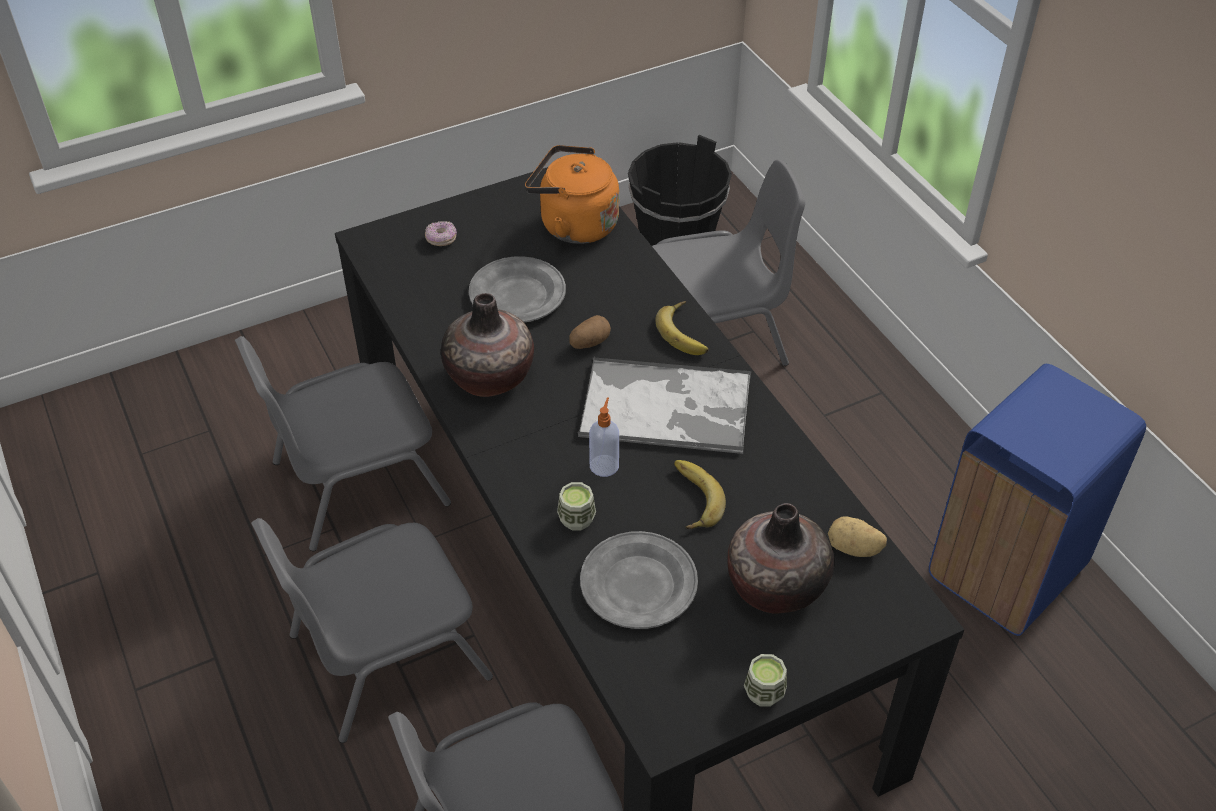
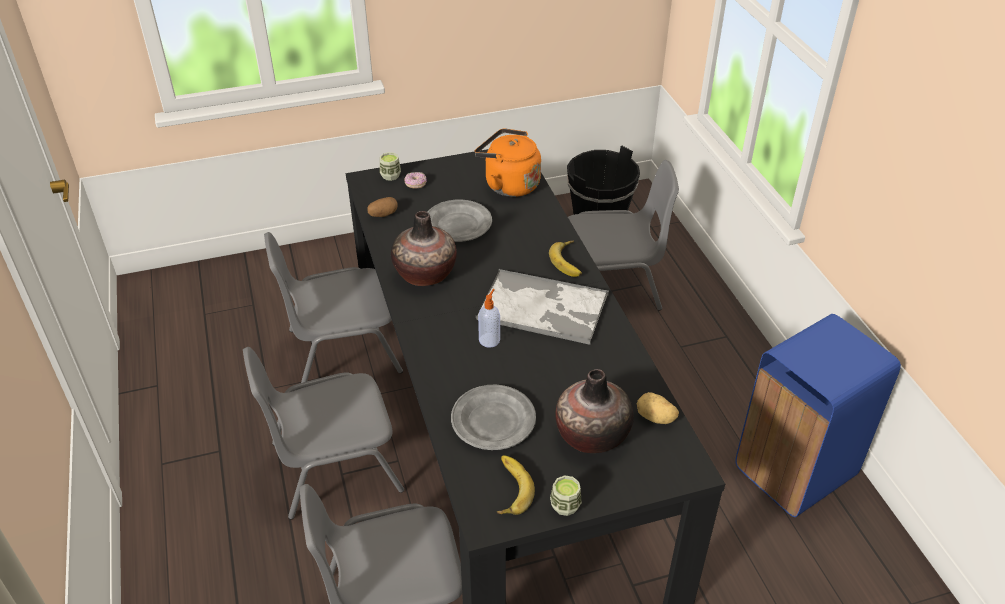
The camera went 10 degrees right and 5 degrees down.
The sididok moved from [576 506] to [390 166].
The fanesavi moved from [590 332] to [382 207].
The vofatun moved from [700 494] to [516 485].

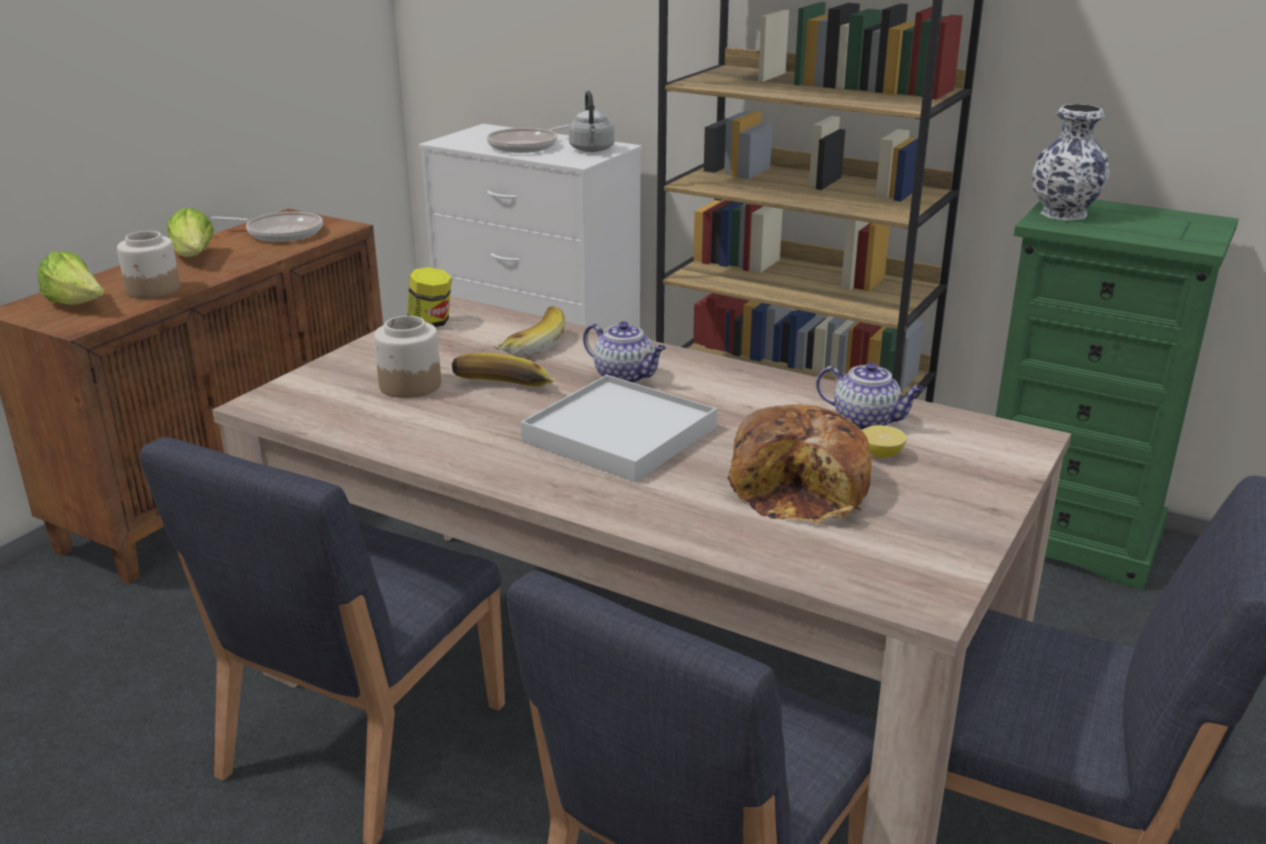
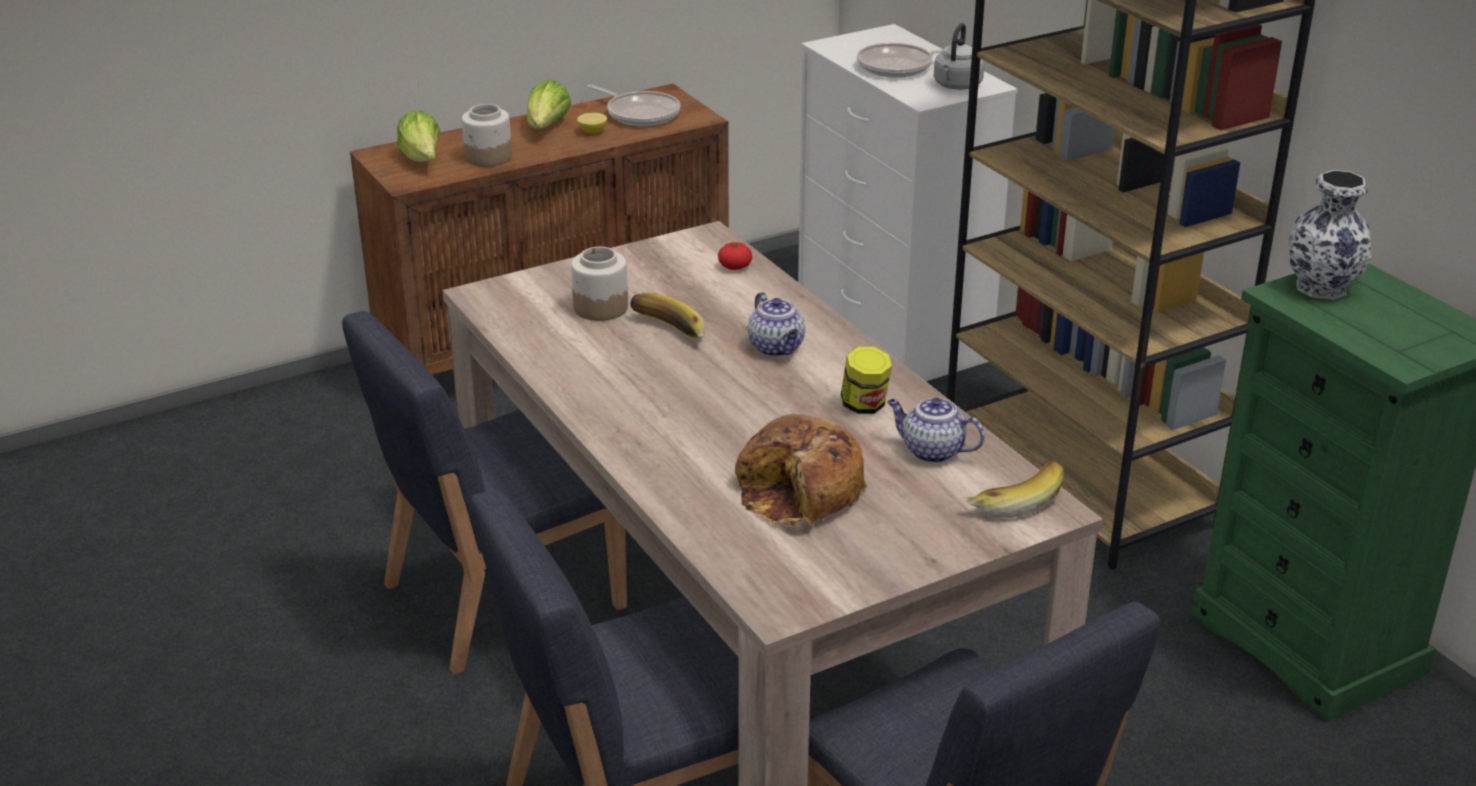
The camera went 30 degrees right and 5 degrees up.
The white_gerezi at [619 428] disappeared.
The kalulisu at [735 256] appeared.
The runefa moved from [429 297] to [866 380].
The vofatun moved from [529 331] to [1013 488].
The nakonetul moved from [884 441] to [592 123].
The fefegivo at [870 396] turned 150 degrees clockwise.

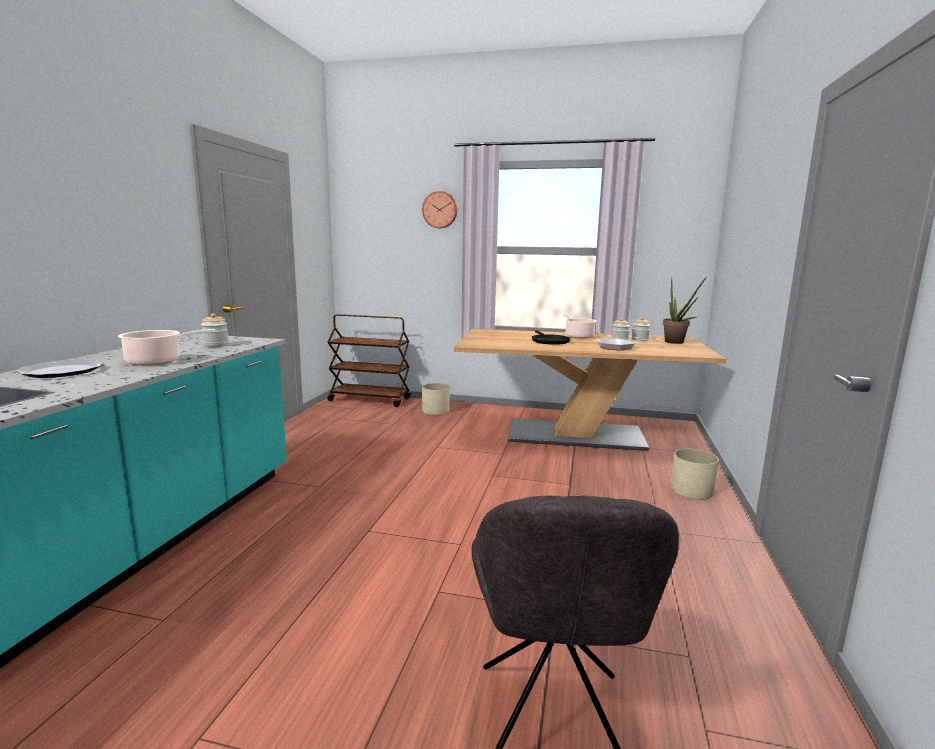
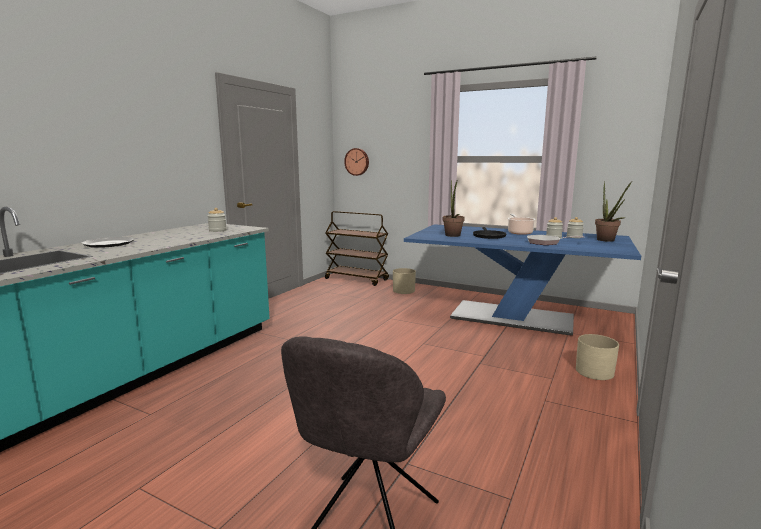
The camera went 15 degrees right and 0 degrees up.
The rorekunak at [166 347] disappeared.
The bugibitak at [454 208] appeared.
The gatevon moved from [439 209] to [356 162].
The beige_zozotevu at [590 390] became the blue_zozotevu at [522 279].

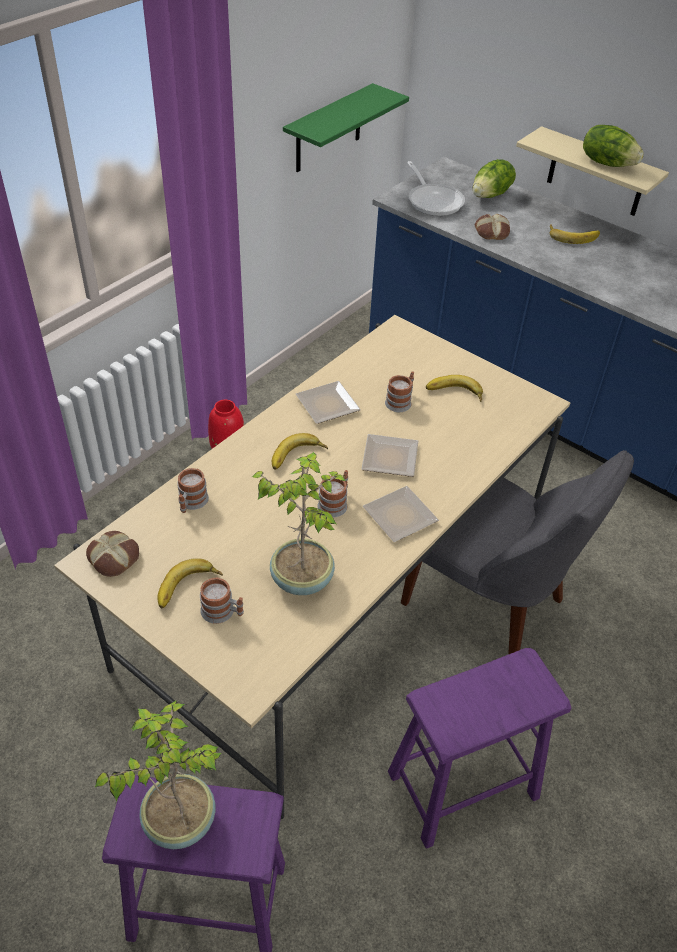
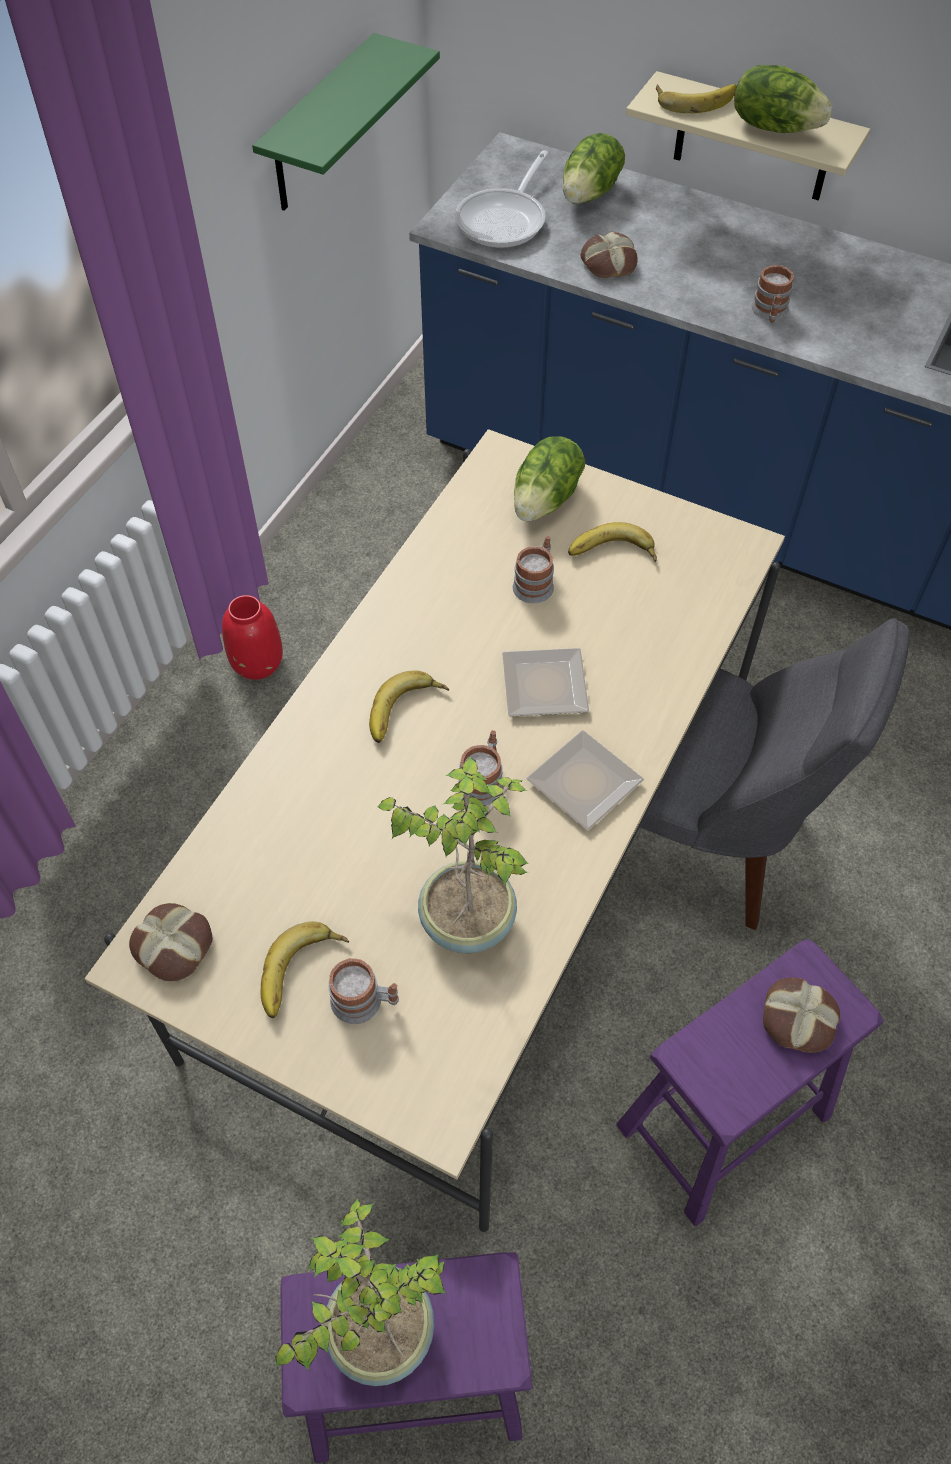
The camera went 10 degrees left and 10 degrees up.
The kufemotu at [328 402] disappeared.
The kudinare at [549 478] appeared.
The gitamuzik at [801 1015] appeared.
The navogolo moved from [193 490] to [772 294].
The vofatun moved from [575 234] to [696 99].
The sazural at [436 188] turned 60 degrees clockwise.

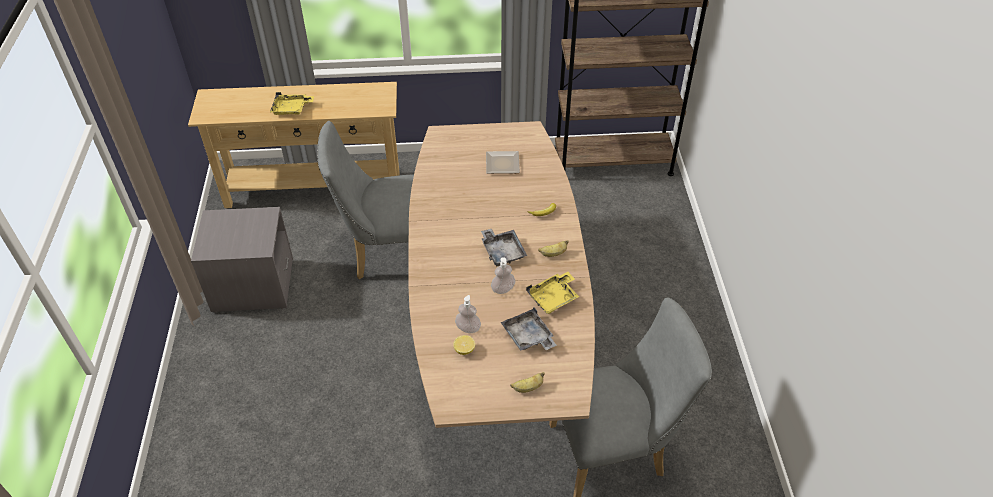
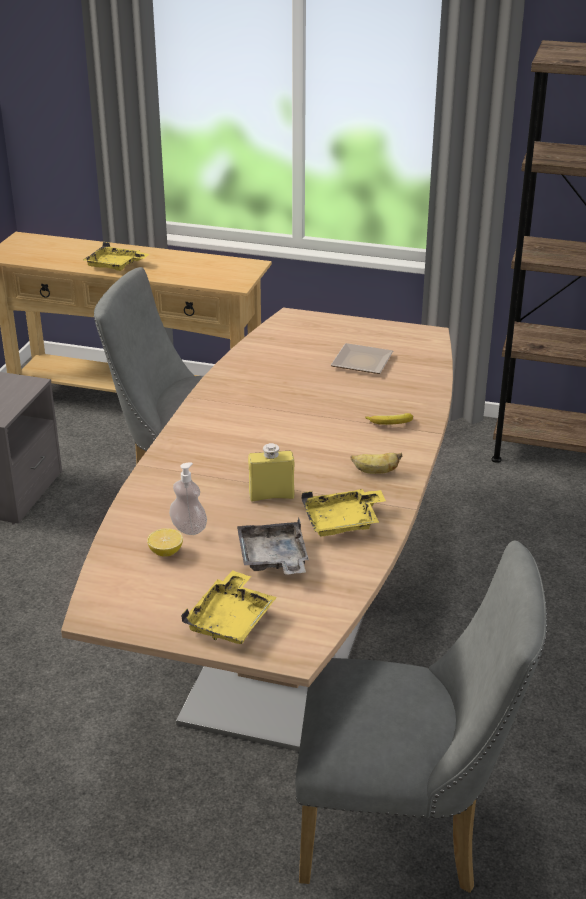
The camera went 20 degrees right and 15 degrees down.
The grey_gerezi at [504 247] disappeared.
The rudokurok at [503 275] was replaced by the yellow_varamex at [271 472].
The vofatun at [527 382] was replaced by the yellow_gerezi at [229 607].

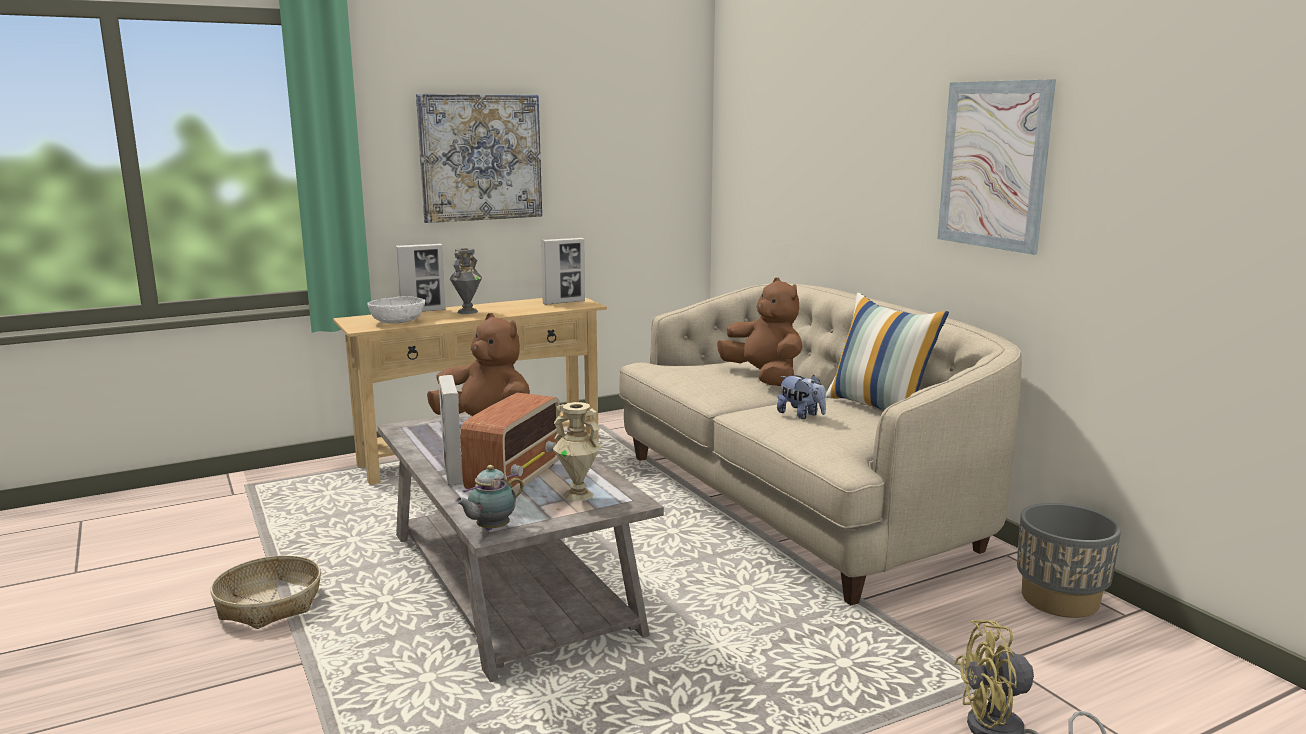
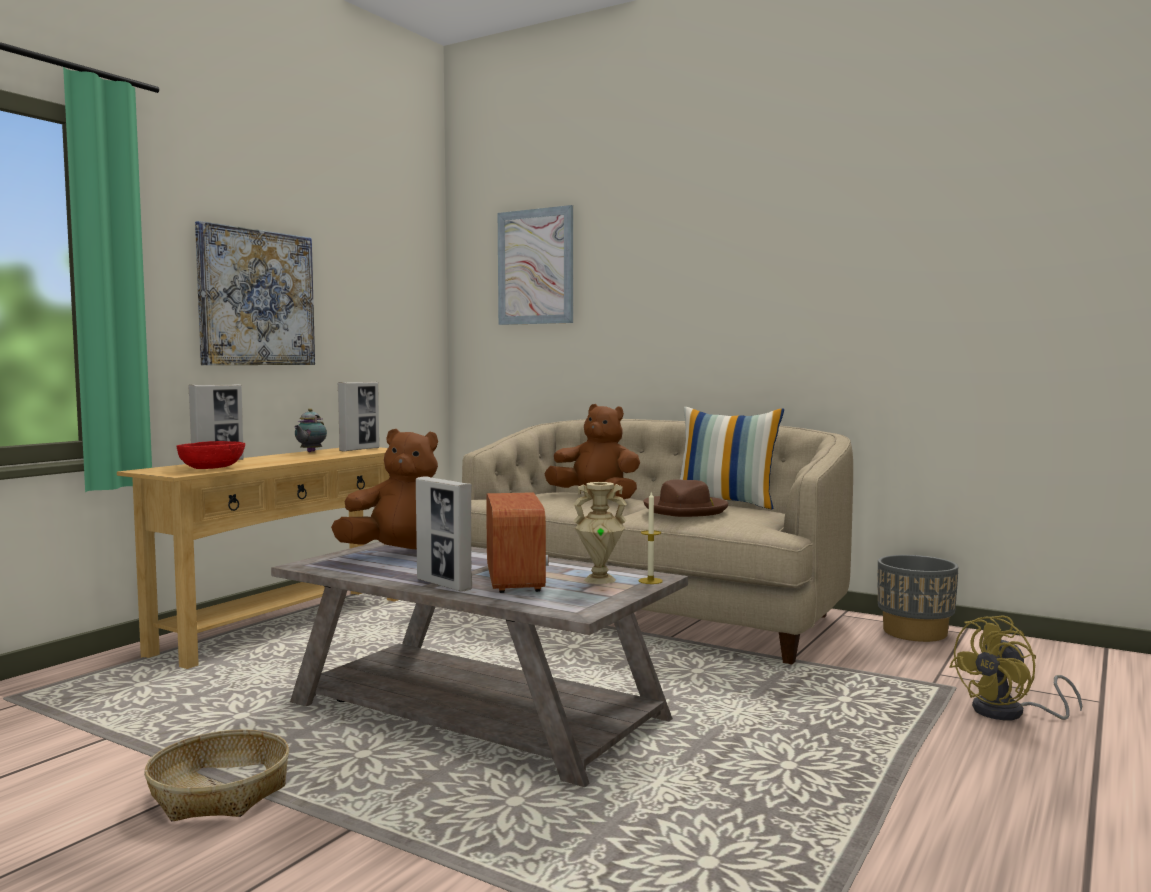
The camera went 30 degrees left and 10 degrees down.
The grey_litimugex at [466 281] disappeared.
The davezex at [651 537] appeared.
The fefegivo moved from [489 497] to [310 430].
The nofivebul moved from [996 167] to [535 265].
The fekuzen at [801 397] was replaced by the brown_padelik at [686 498].
The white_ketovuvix at [396 310] became the red_ketovuvix at [210 455].

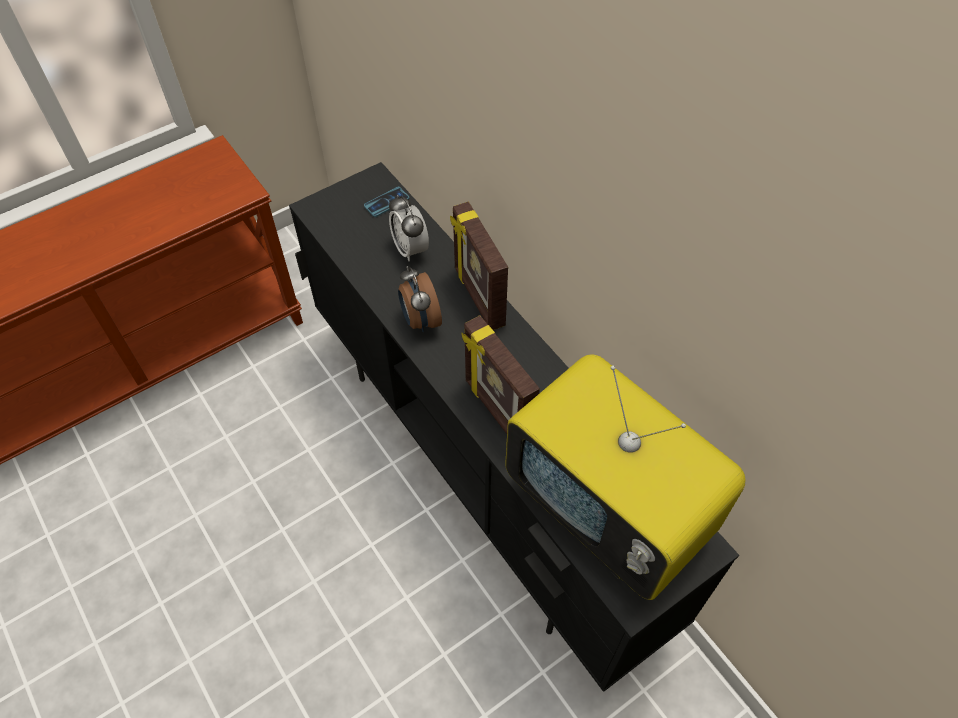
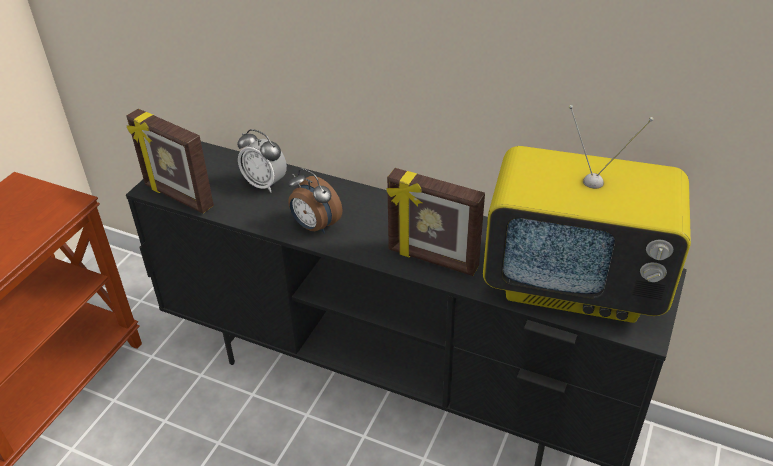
The camera went 30 degrees left and 15 degrees down.
The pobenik at [387 202] disappeared.
The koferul moved from [479 265] to [170 161].

